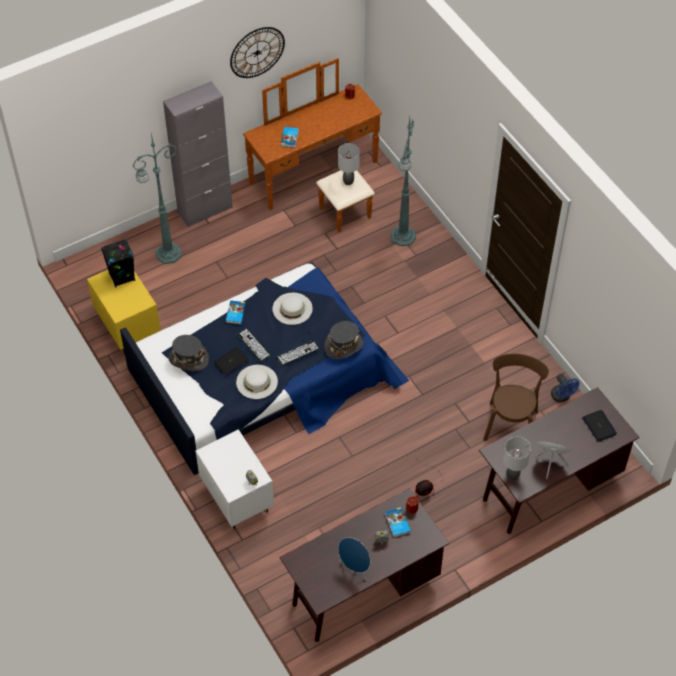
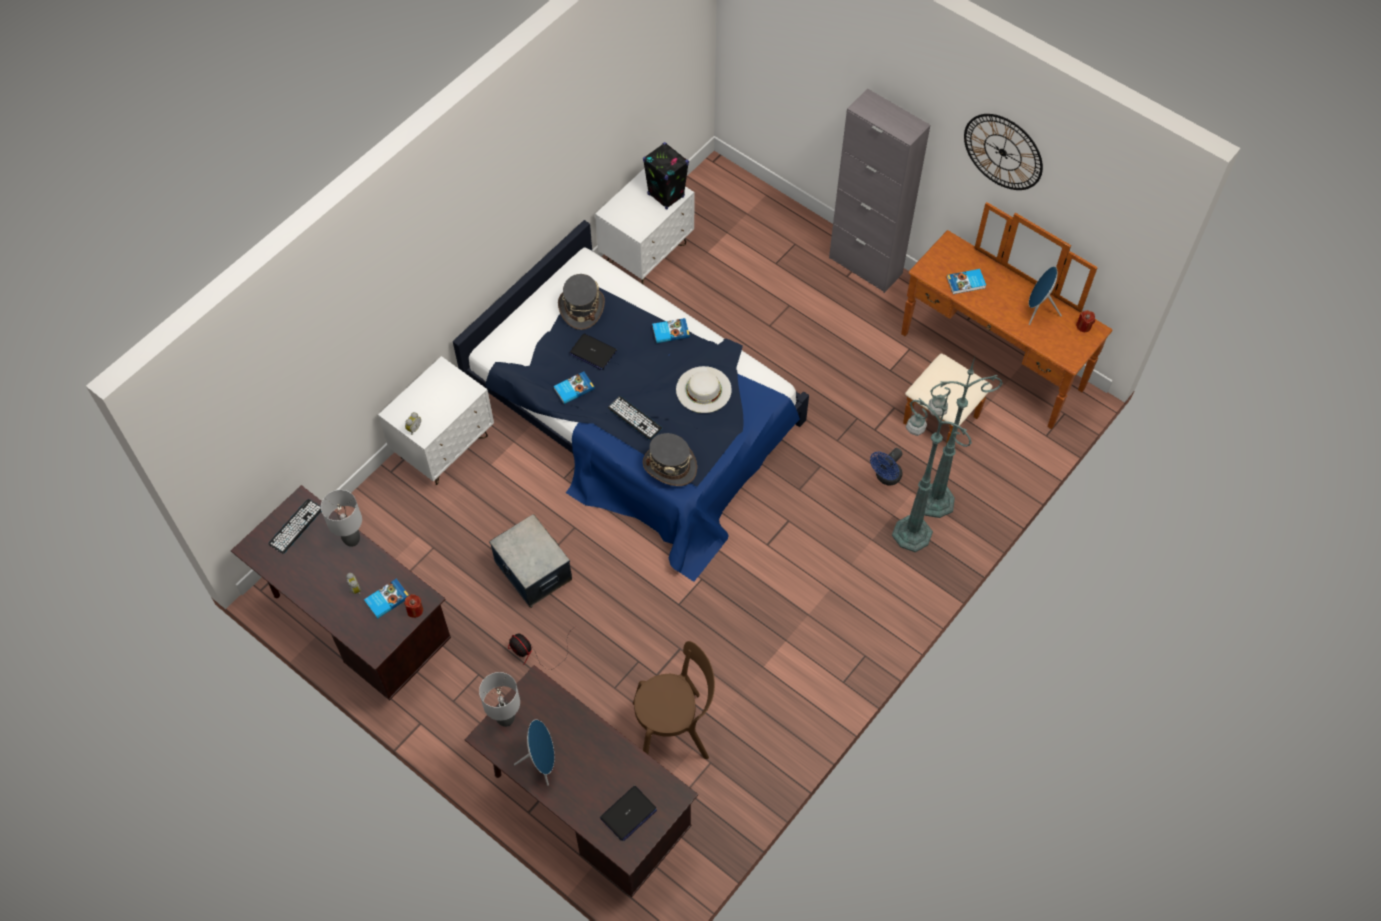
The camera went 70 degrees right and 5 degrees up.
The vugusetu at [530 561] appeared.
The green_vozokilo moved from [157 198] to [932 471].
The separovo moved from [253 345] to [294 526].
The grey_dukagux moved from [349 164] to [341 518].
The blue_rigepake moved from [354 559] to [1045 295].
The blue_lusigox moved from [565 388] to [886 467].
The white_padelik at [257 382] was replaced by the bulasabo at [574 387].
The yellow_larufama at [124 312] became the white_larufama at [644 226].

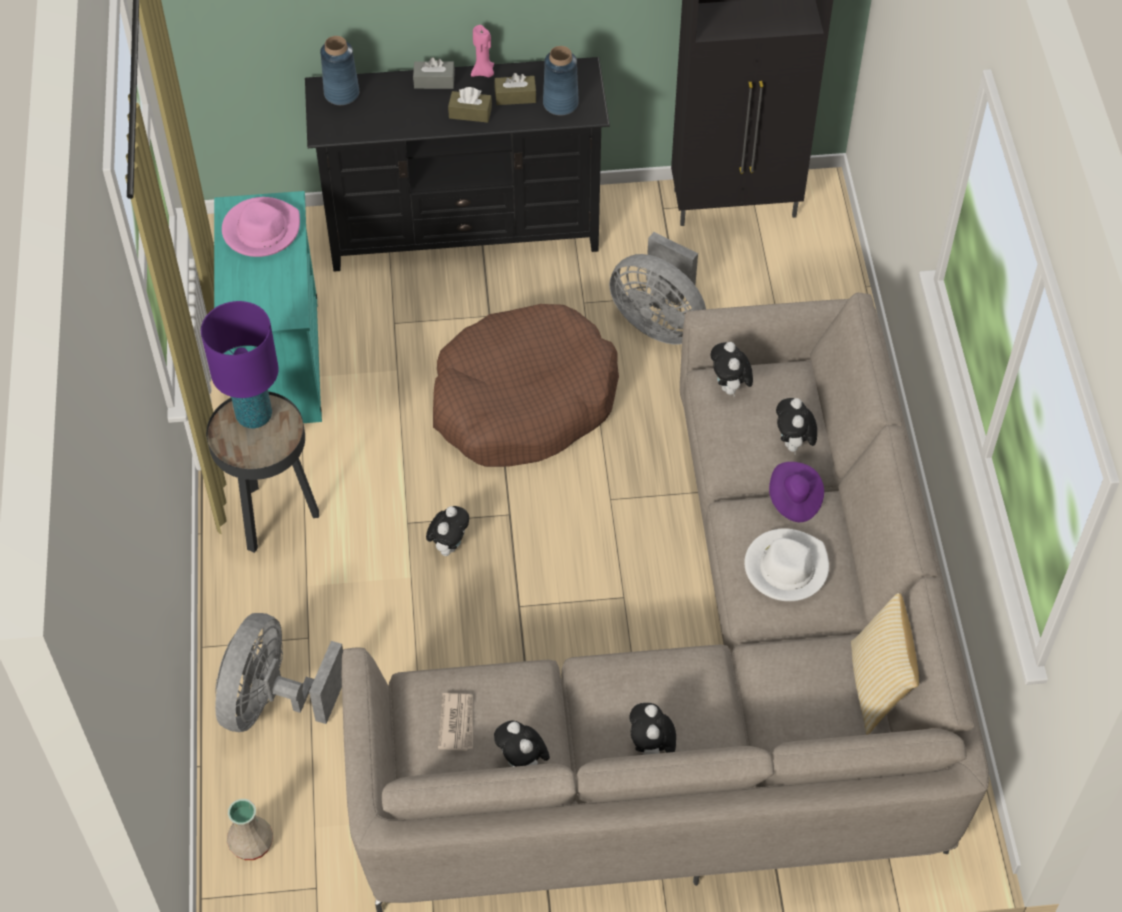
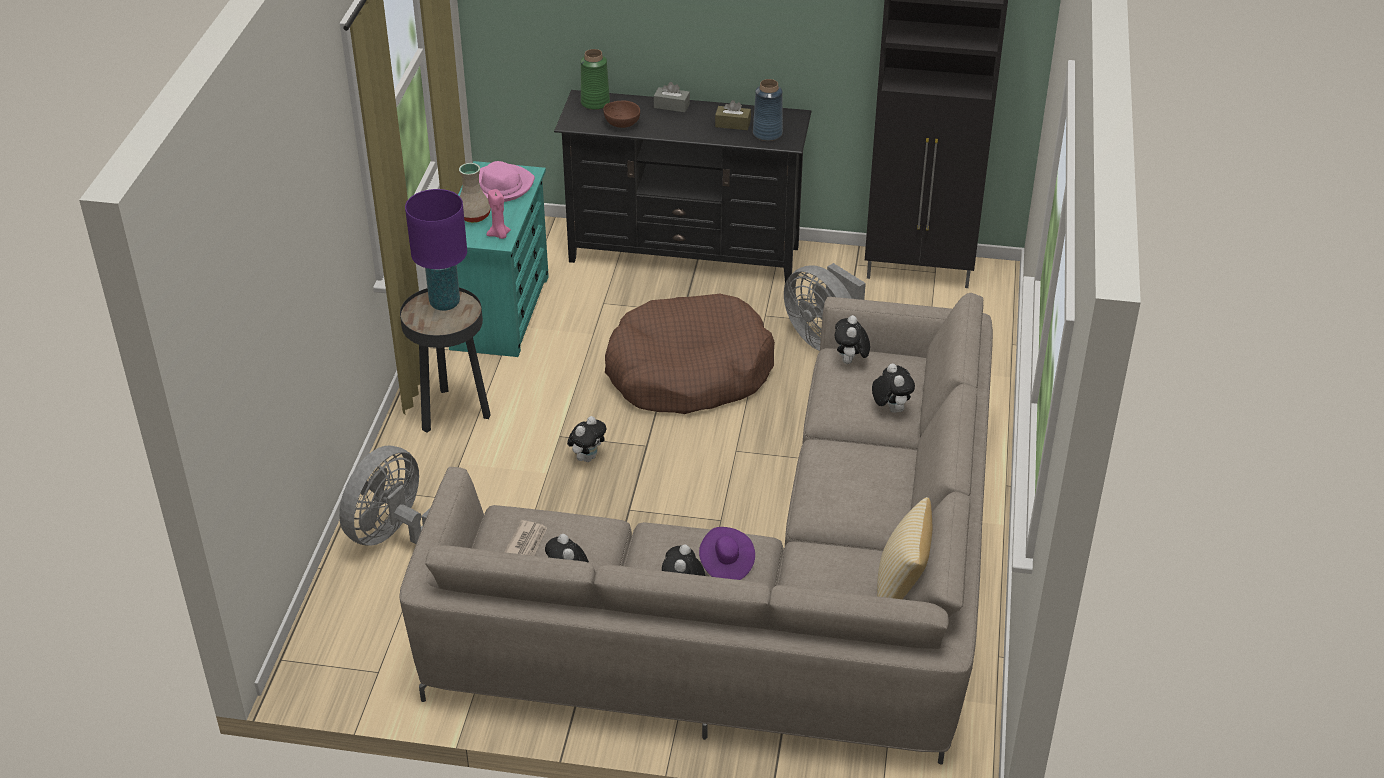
The camera went 15 degrees right and 15 degrees down.
The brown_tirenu at [470 105] disappeared.
The white_padelik at [786 564] disappeared.
The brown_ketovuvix at [621 114] appeared.
The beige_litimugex moved from [250 829] to [475 193].
The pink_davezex moved from [482 51] to [499 214].
The purple_padelik moved from [796 492] to [727 553].
The blue_litimugex at [339 70] became the green_litimugex at [595 79].
The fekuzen at [796 426] turned 150 degrees clockwise.

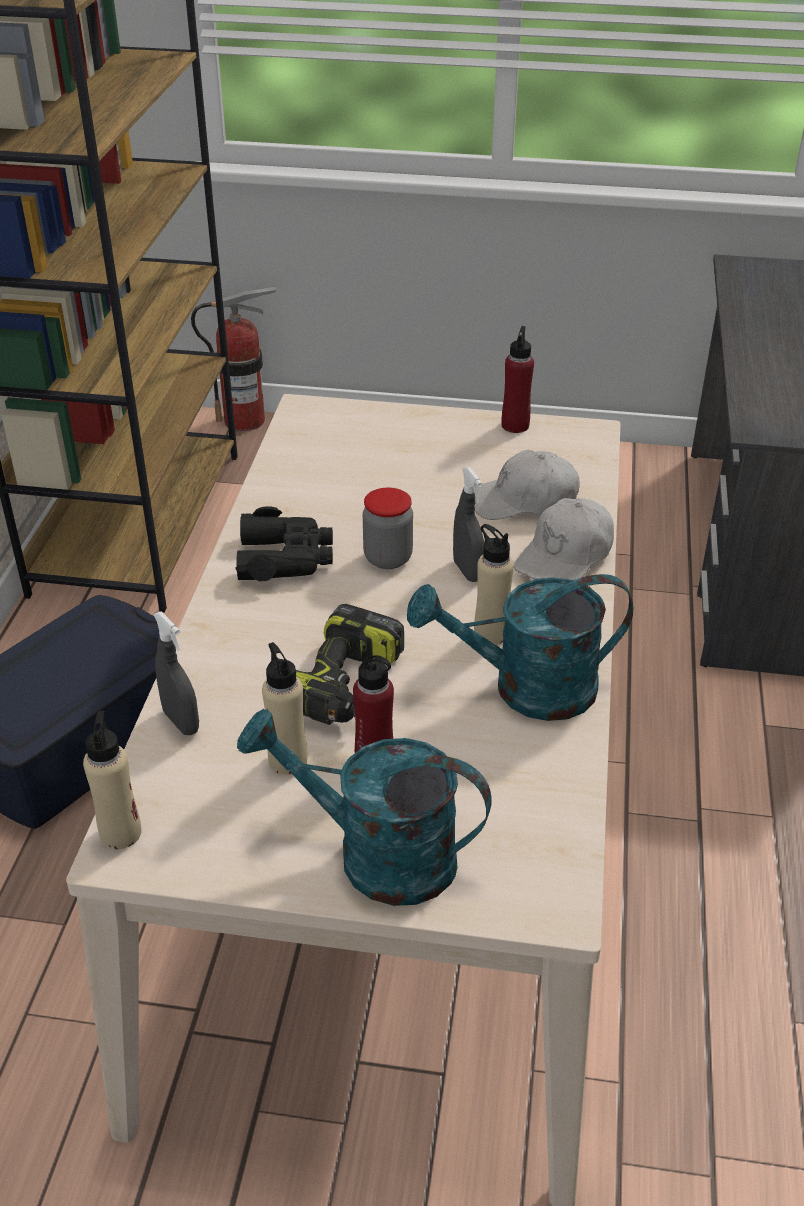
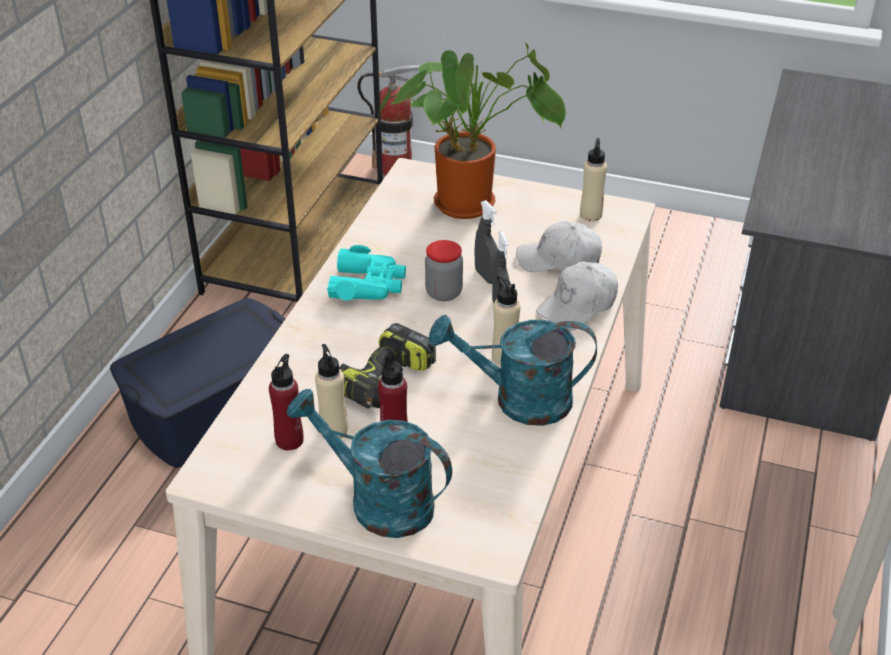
The camera went 10 degrees right and 0 degrees up.
The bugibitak at [472 130] appeared.
The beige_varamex moved from [112 780] to [593 179].
The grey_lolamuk moved from [176 673] to [486 242].
The red_varamex moved from [518 379] to [286 402].
The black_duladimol at [284 543] became the turquoise_duladimol at [366 273].

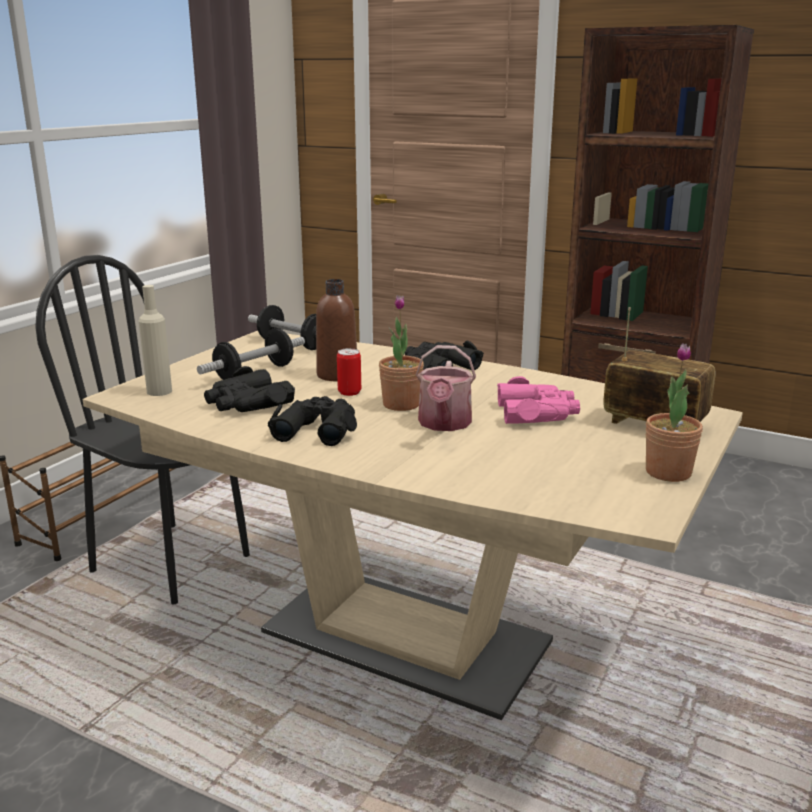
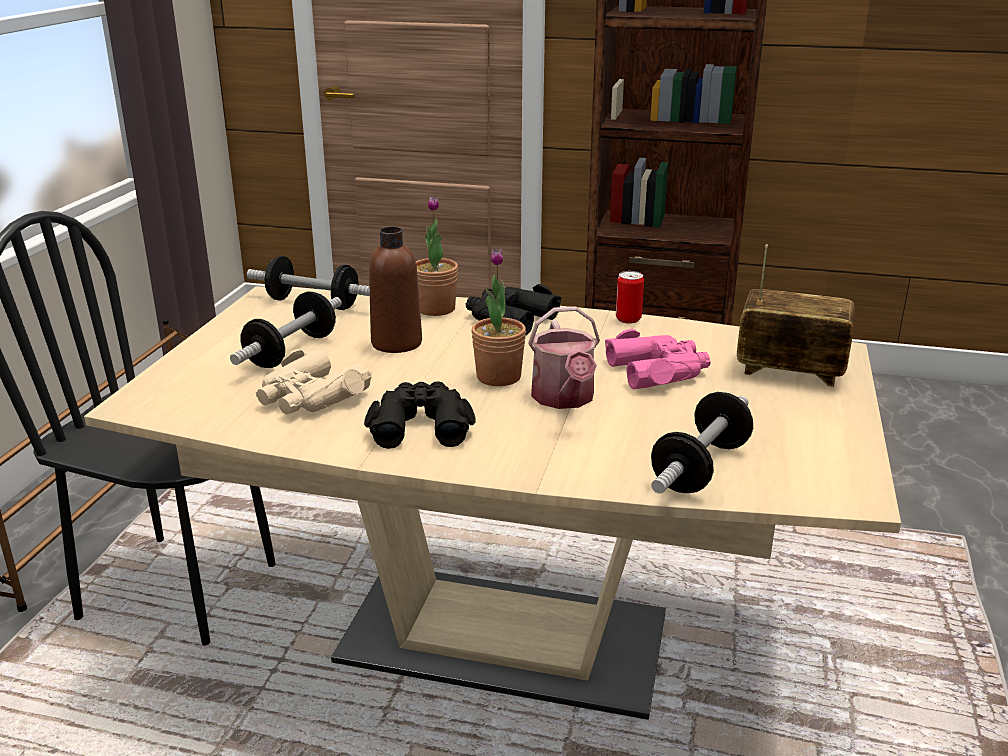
The camera went 15 degrees left and 5 degrees up.
The beige_varamex at [155 340] disappeared.
The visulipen at [702 443] appeared.
The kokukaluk moved from [349 372] to [630 297].
The bugibitak moved from [674 412] to [437 256].
The black_duladimol at [249 389] became the beige_duladimol at [314 382].

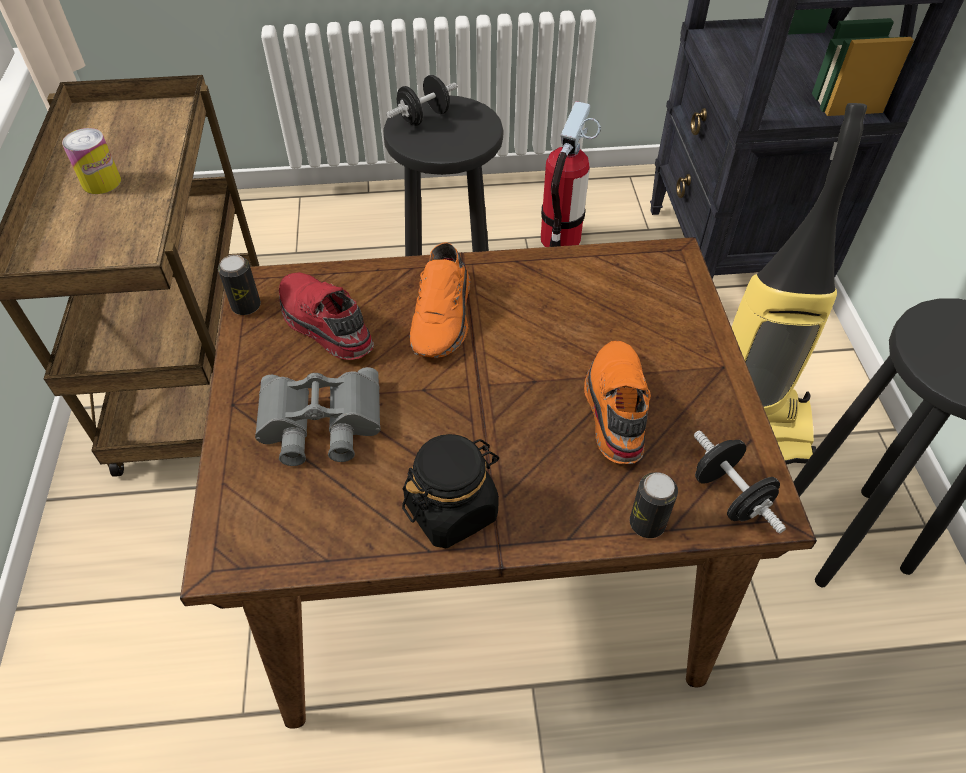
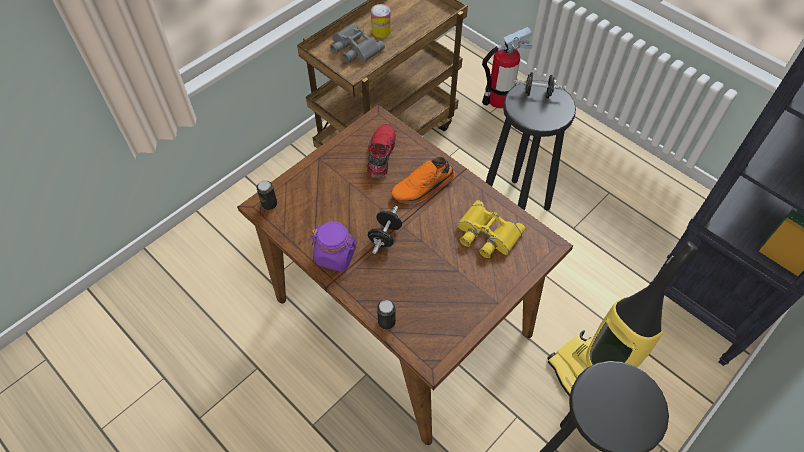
The camera went 50 degrees right and 5 degrees up.
The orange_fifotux at [617 402] disappeared.
The yellow_duladimol at [491 229] appeared.
The kokukaluk moved from [239 285] to [267 195].
The grey_duladimol moved from [318 416] to [357 43].
The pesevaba moved from [571 174] to [507 68].
The black_visulipen moved from [740 481] to [385 230].
The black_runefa at [450 491] became the purple_runefa at [334 246].

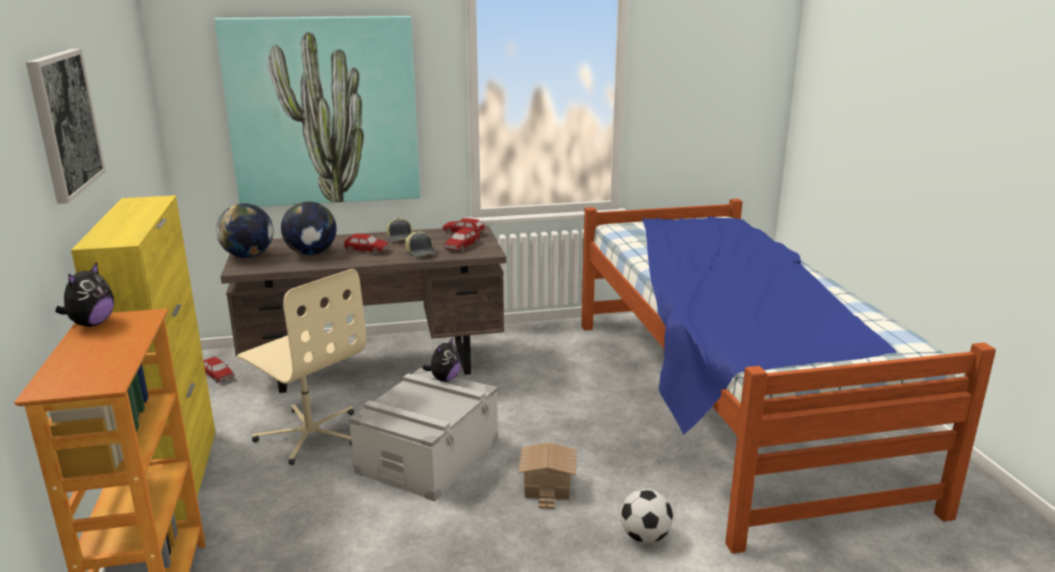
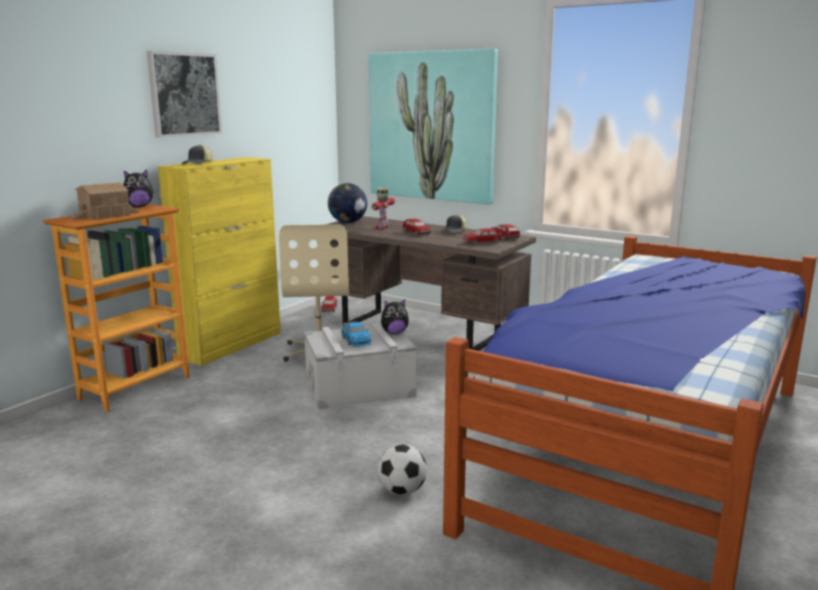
The camera went 45 degrees right and 5 degrees down.
The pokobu at [356 334] appeared.
The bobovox moved from [420 244] to [197 155].
The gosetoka moved from [547 475] to [104 201].
The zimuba at [308 228] was replaced by the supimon at [383 208].

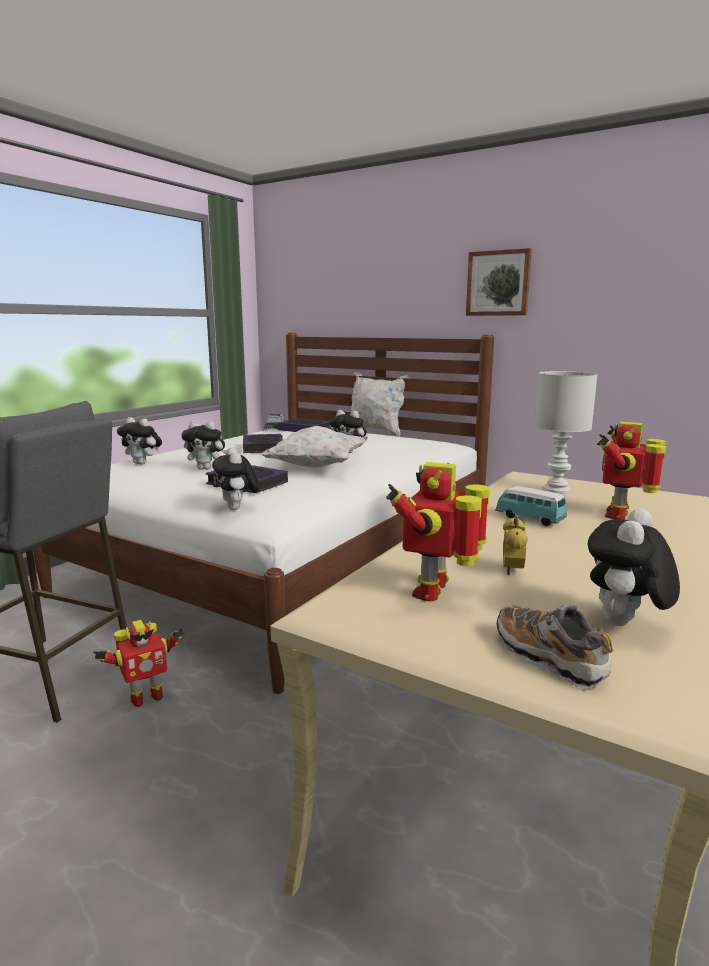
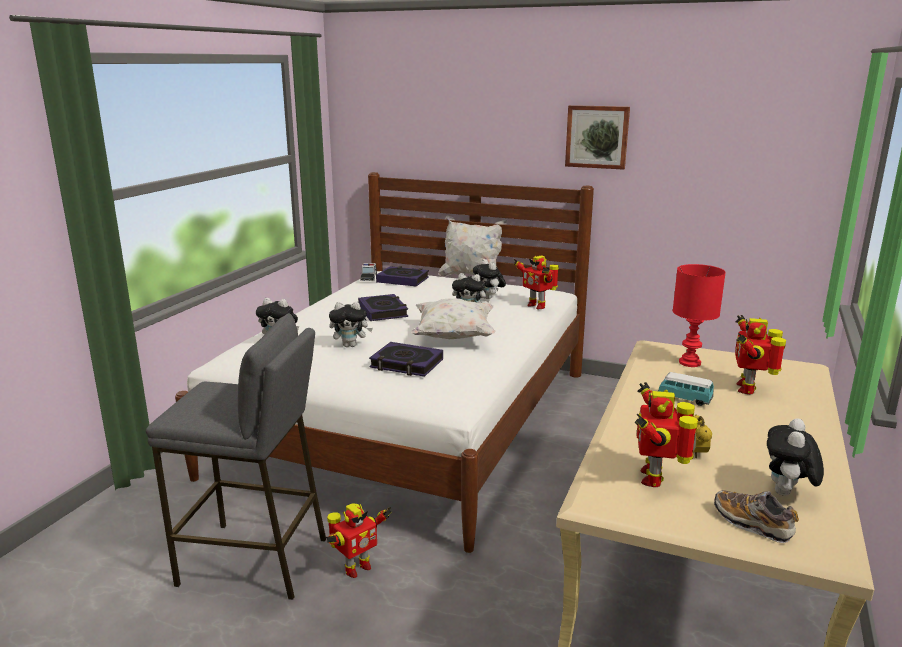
The camera went 10 degrees left and 5 degrees up.
The supimon at [536 282] appeared.
The fekuzen moved from [236 478] to [489 279].
The white_dukagux at [566 432] became the red_dukagux at [699 315].

